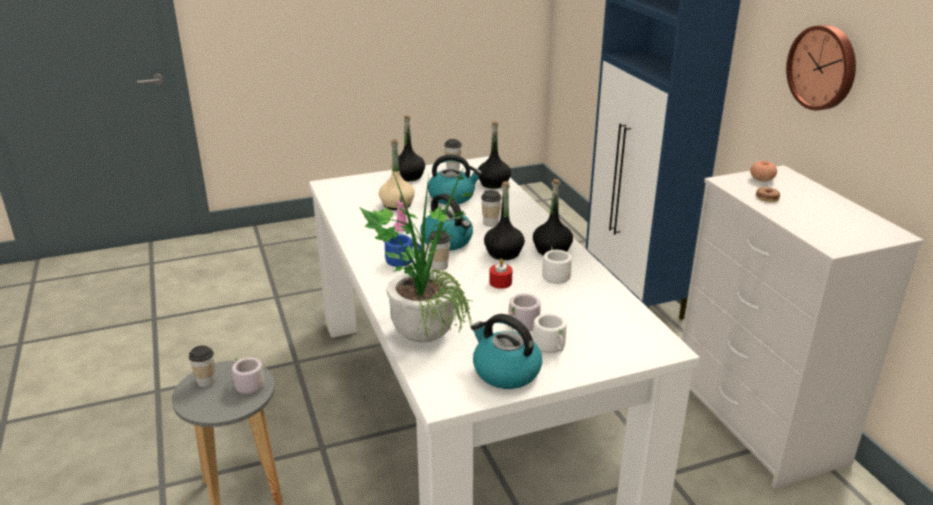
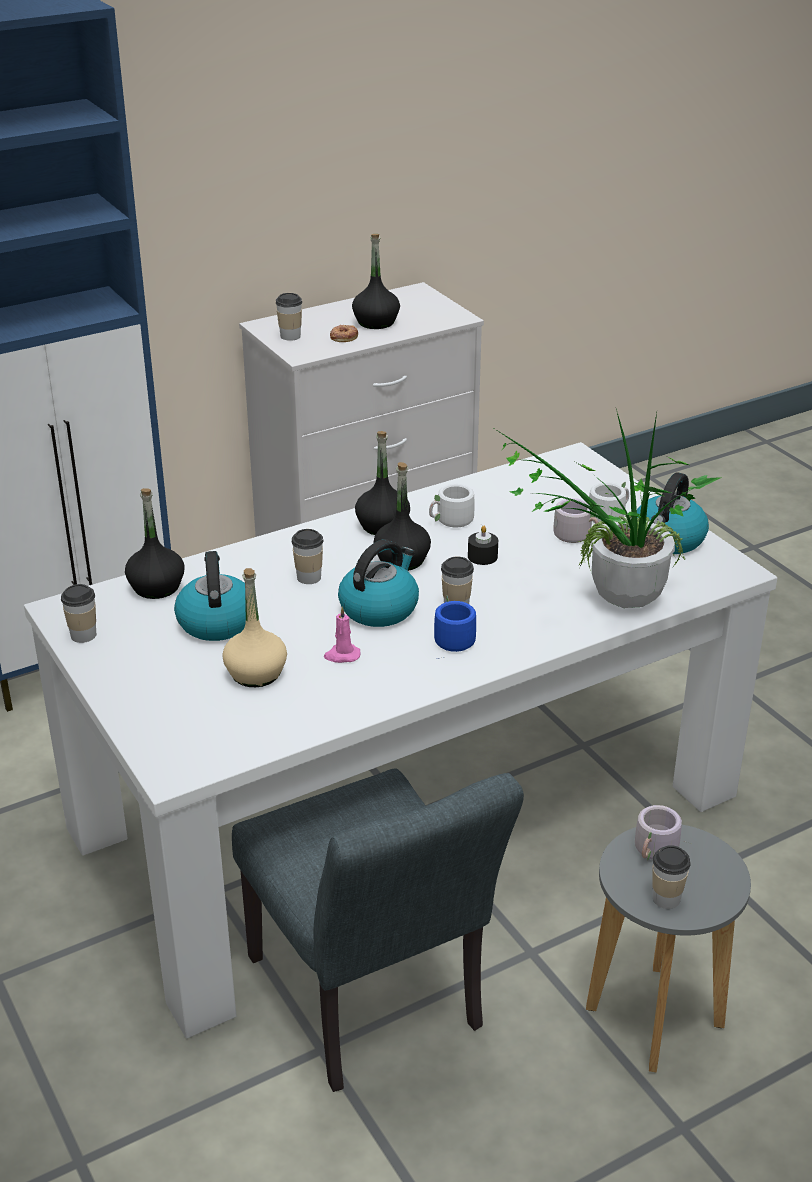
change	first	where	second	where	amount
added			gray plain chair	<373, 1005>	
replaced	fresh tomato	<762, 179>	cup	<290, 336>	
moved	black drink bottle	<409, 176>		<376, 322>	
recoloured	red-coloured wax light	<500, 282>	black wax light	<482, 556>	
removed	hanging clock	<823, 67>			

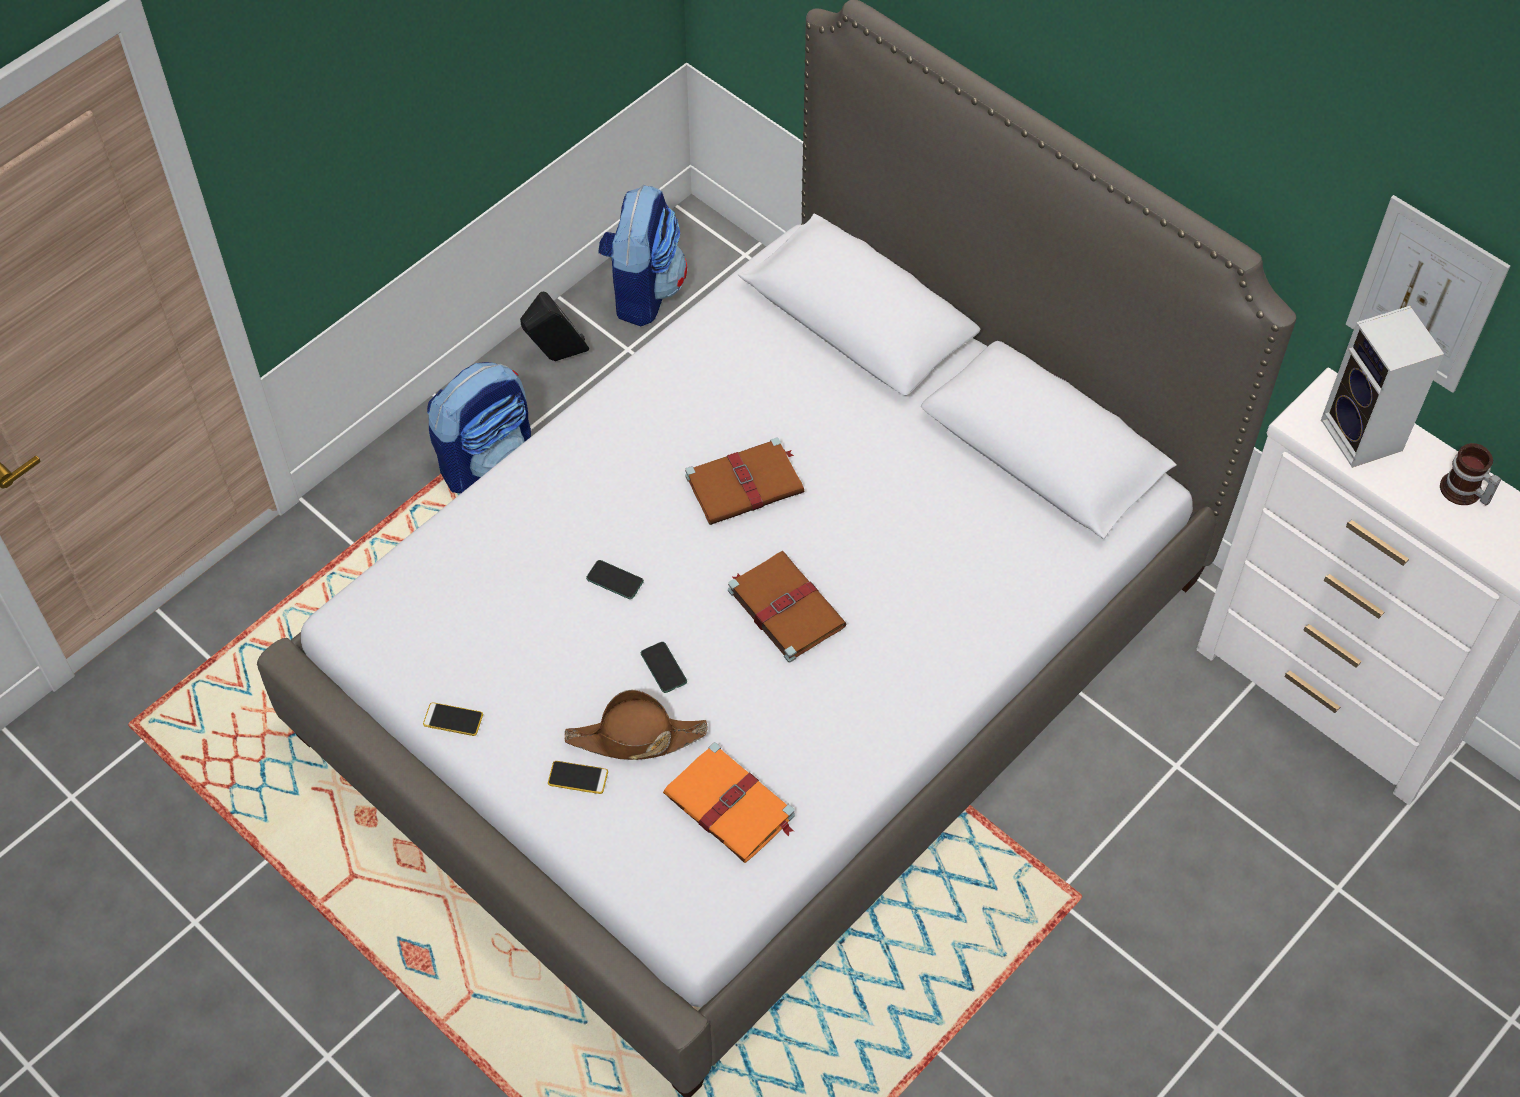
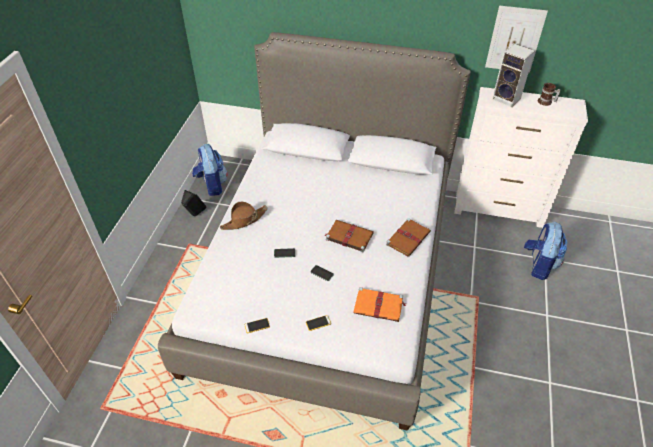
change	first	where	second	where	amount
moved	brown-coloured wearable hat	<635, 738>		<244, 220>	
moved	brown-coloured volume	<746, 484>		<408, 238>	
moved	rucksack	<487, 460>		<539, 265>	

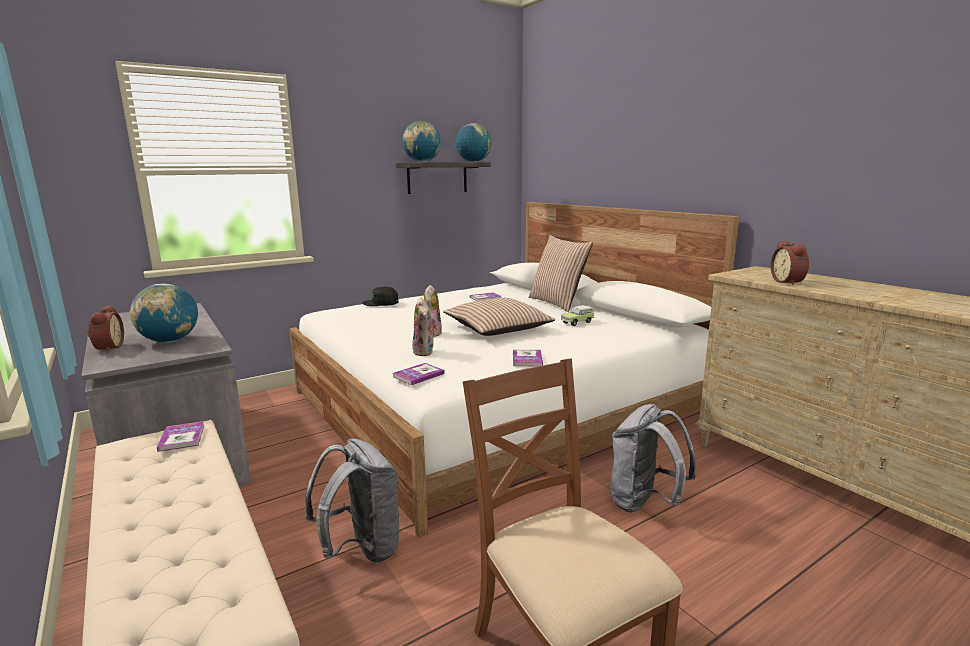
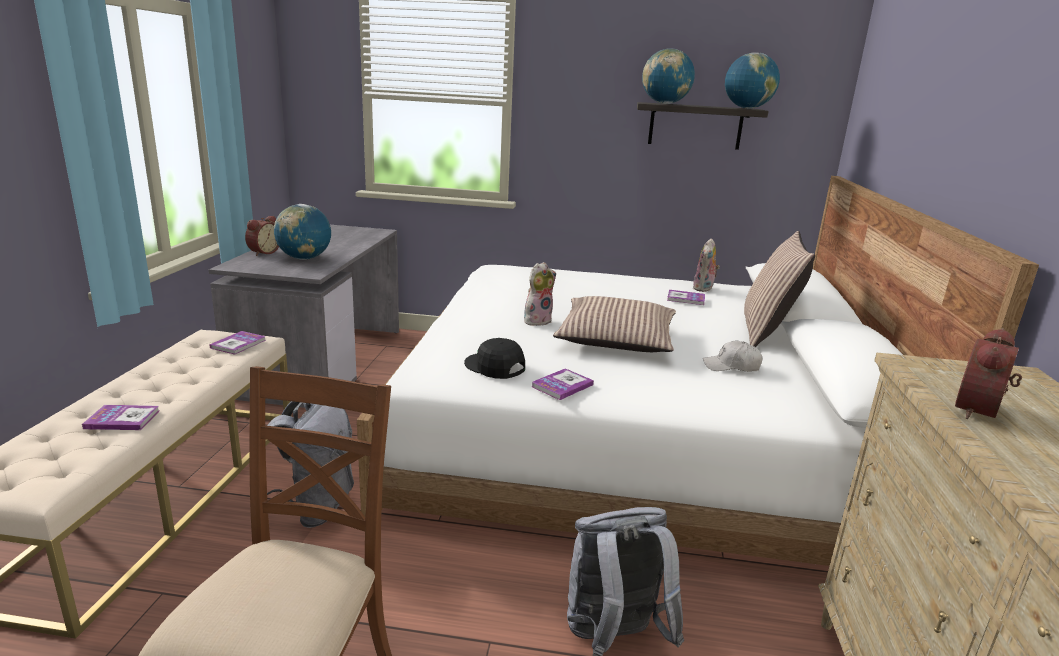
change	first	where	second	where	amount
moved	volume	<418, 375>		<122, 419>	
moved	black baseball cap	<381, 303>		<494, 366>	
moved	plush toy	<425, 352>		<704, 289>	
replaced	miniature car	<578, 322>	white baseball cap	<731, 366>	

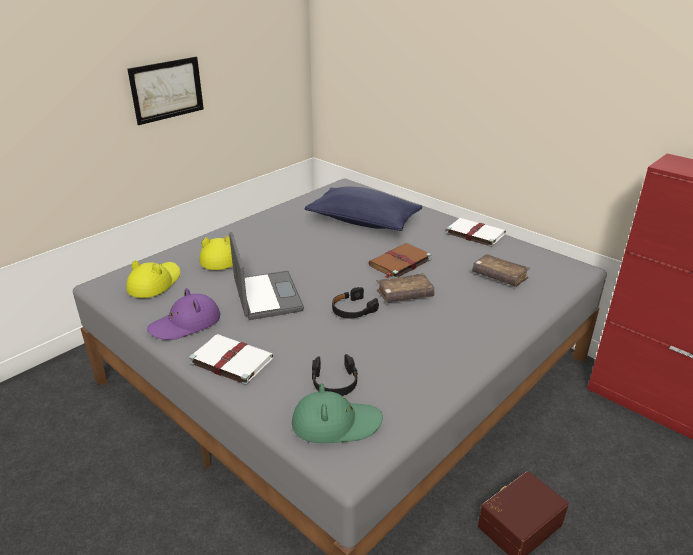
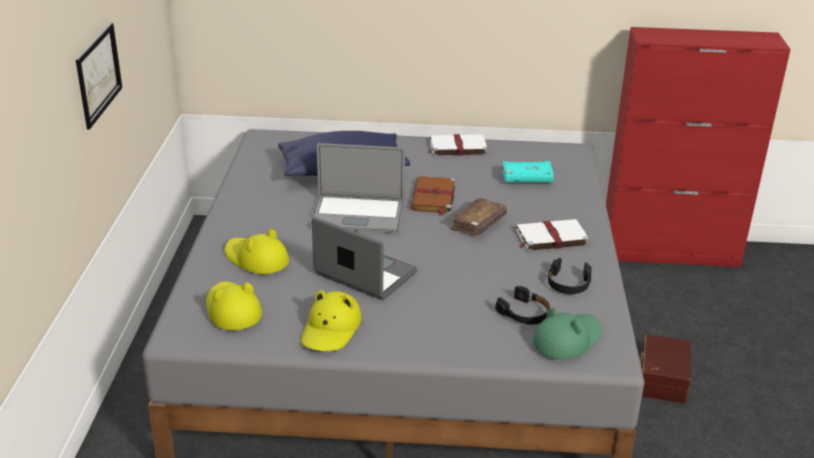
change	first	where	second	where	amount
recoloured	purplish wearable hat	<186, 324>	yellow-coloured wearable hat	<331, 329>	
added			laptop	<357, 215>	
recoloured	brown-coloured volume	<499, 276>	turquoise-coloured volume	<527, 179>	
moved	white volume	<230, 360>		<550, 237>	
moved	black headset	<353, 309>		<568, 283>	

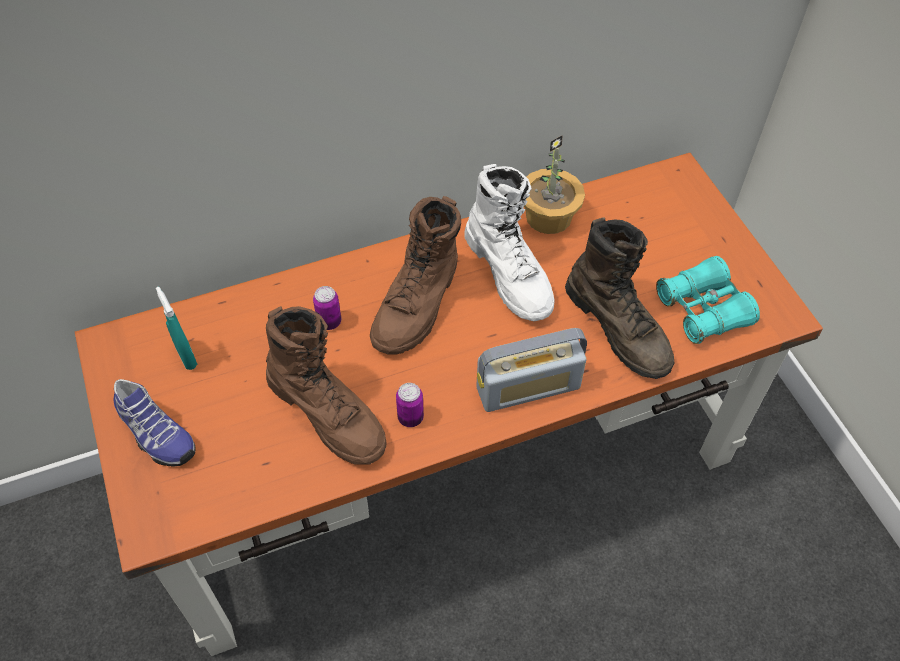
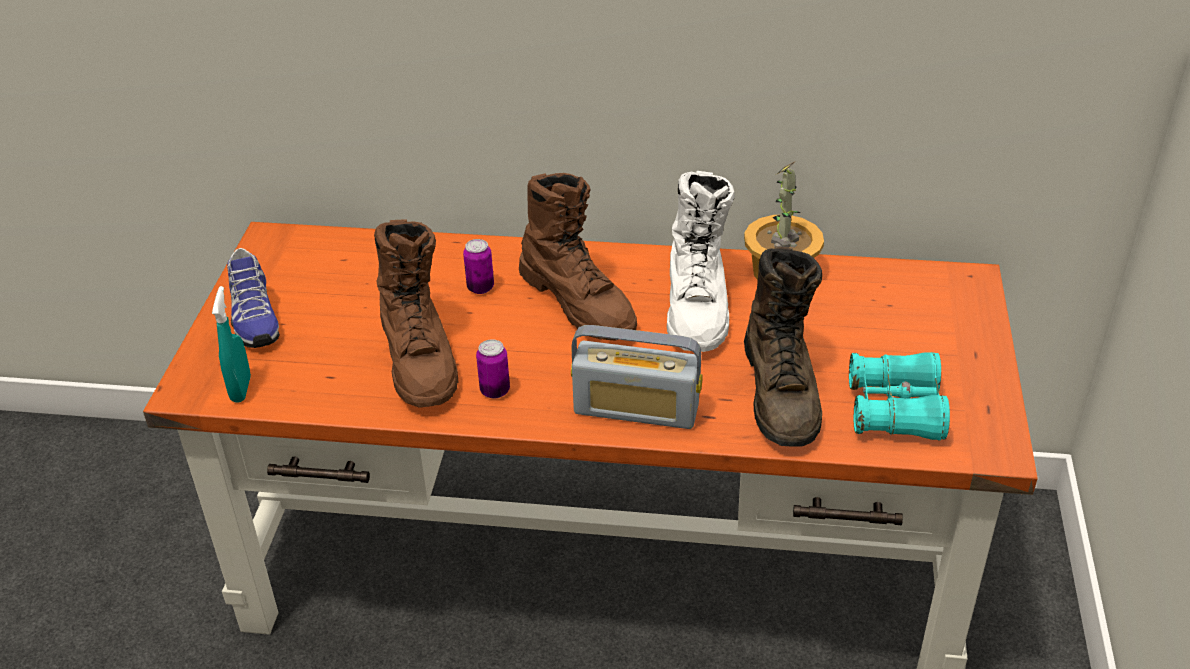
change	first	where	second	where	amount
moved	turquoise-coloured hand sprayer	<186, 357>		<241, 389>	
turned	brown-coloured boot	<418, 305>		<579, 303>	90 degrees counterclockwise

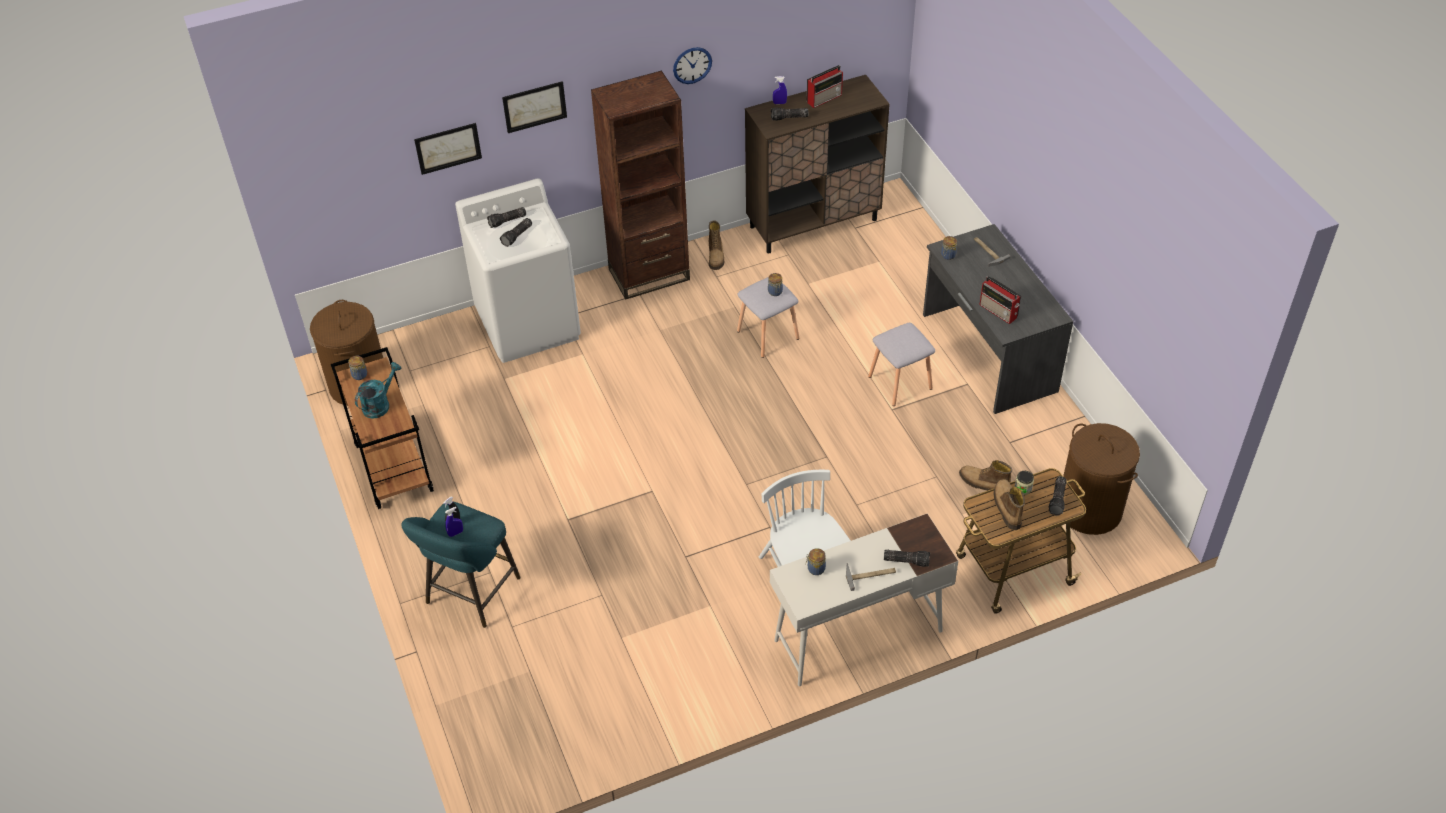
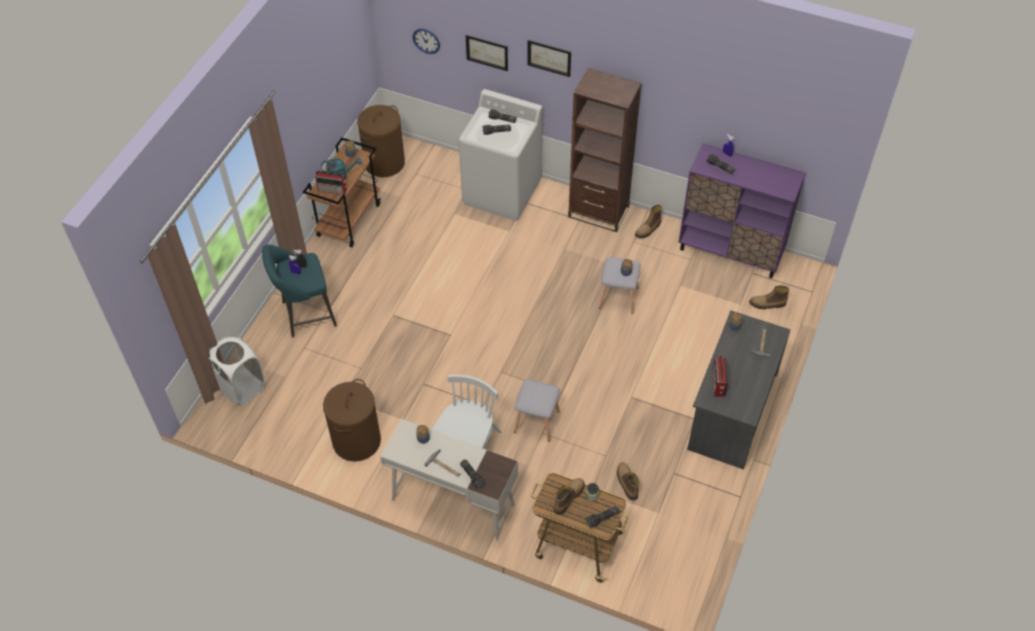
change	first	where	second	where	amount
added			white laundry basket	<241, 387>	
moved	radio	<825, 98>		<333, 190>	
moved	brown-coloured laundry basket	<1090, 510>		<357, 441>	
moved	hanging clock	<692, 65>		<426, 41>	
moved	gray sitting stool	<899, 382>		<536, 421>	
recoloured	brown-coloured cupboard	<814, 223>	purplish cupboard	<731, 251>	
added			boot	<767, 304>	

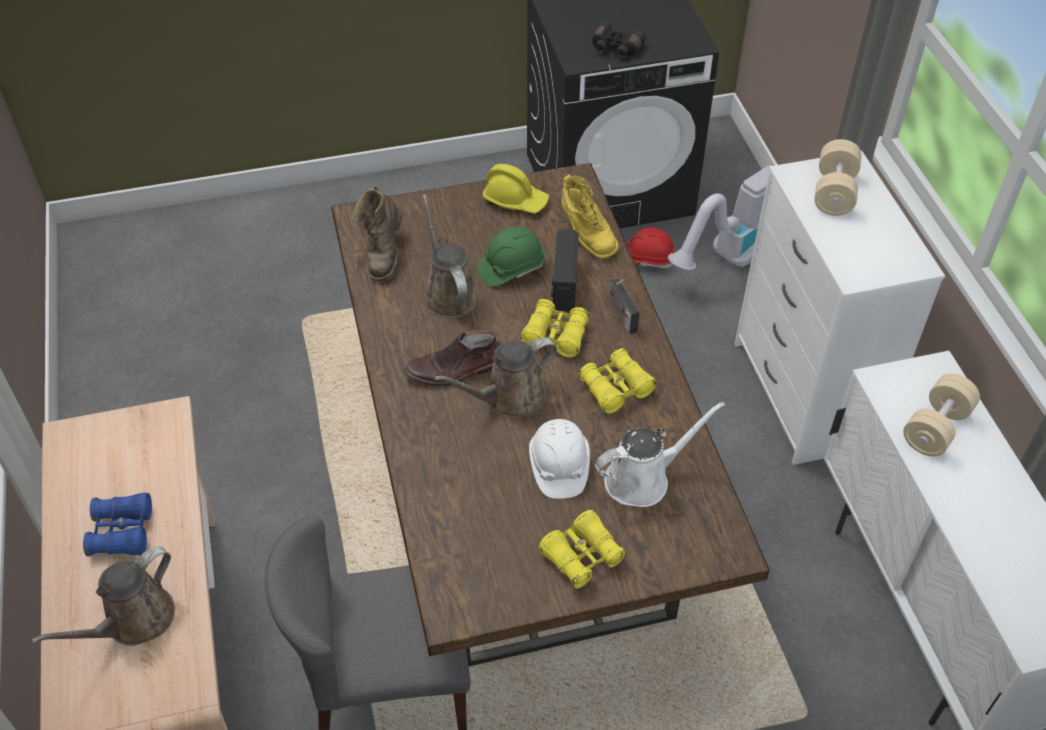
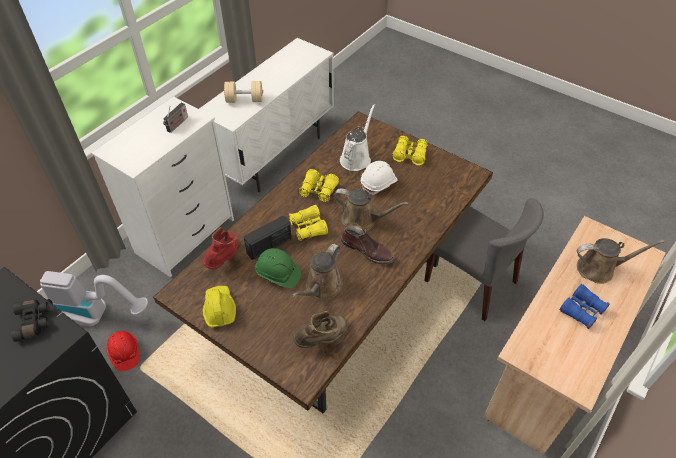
change	first	where	second	where	amount
moved	radio	<621, 314>		<177, 125>	
recoloured	yellow-coloured boot	<585, 236>	red-coloured boot	<224, 259>	
turned	white watering pot	<643, 479>		<356, 158>	90 degrees clockwise
removed	beige-coloured dumbbell	<834, 192>			

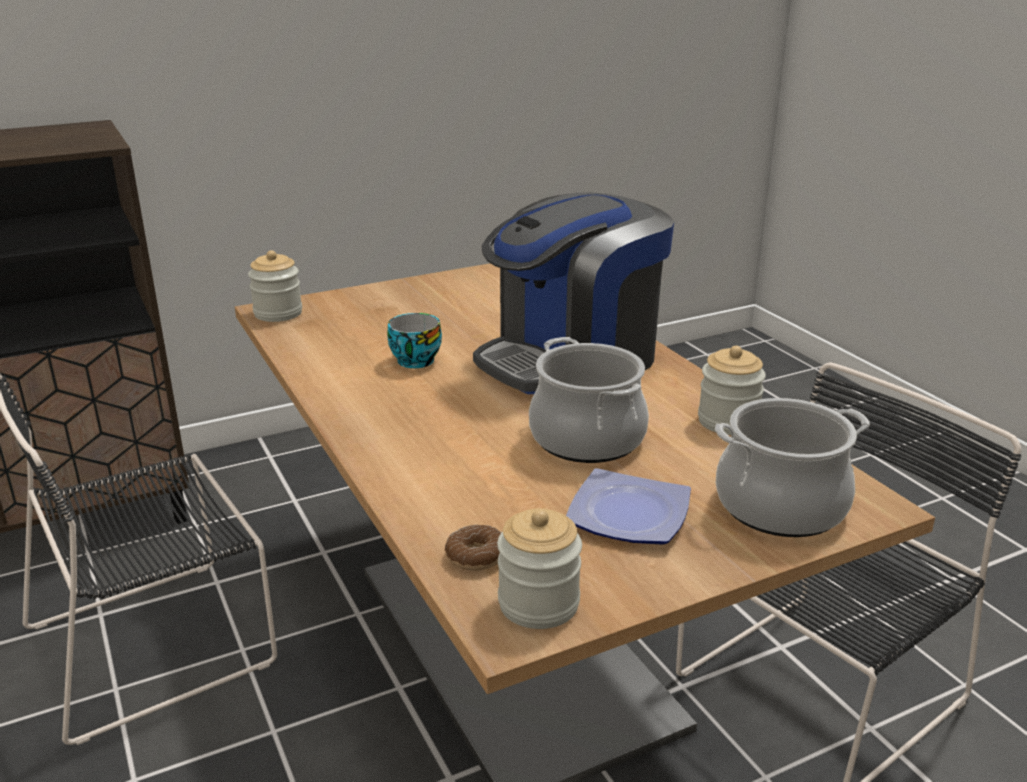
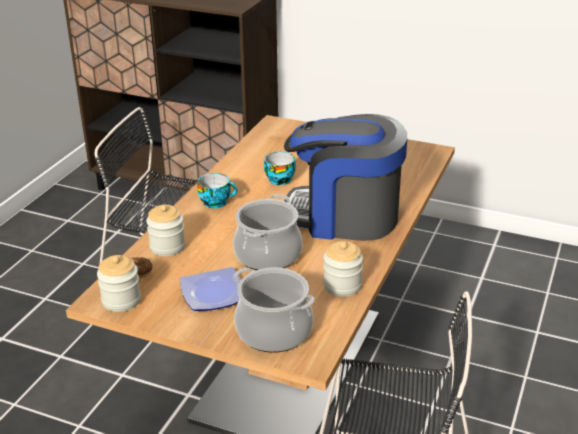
change	first	where	second	where	amount
moved	preserve jar	<278, 313>		<167, 247>	
added			cup	<216, 202>	

